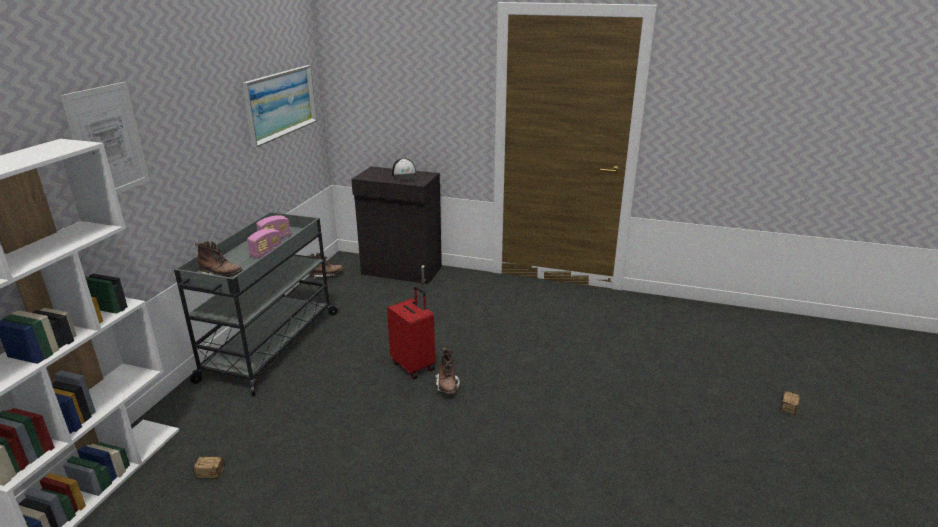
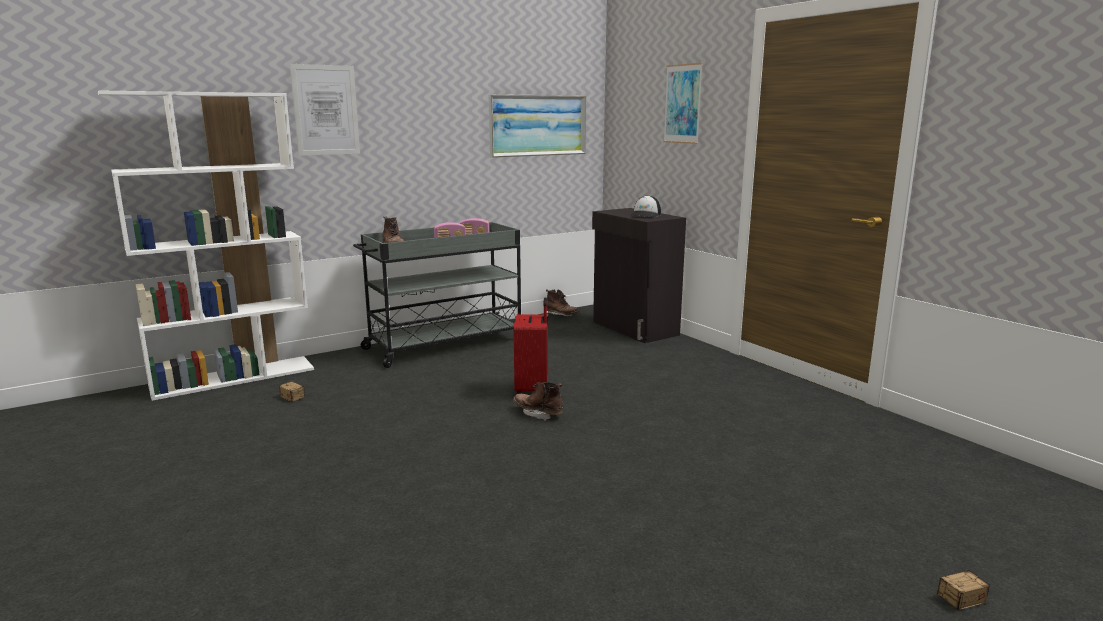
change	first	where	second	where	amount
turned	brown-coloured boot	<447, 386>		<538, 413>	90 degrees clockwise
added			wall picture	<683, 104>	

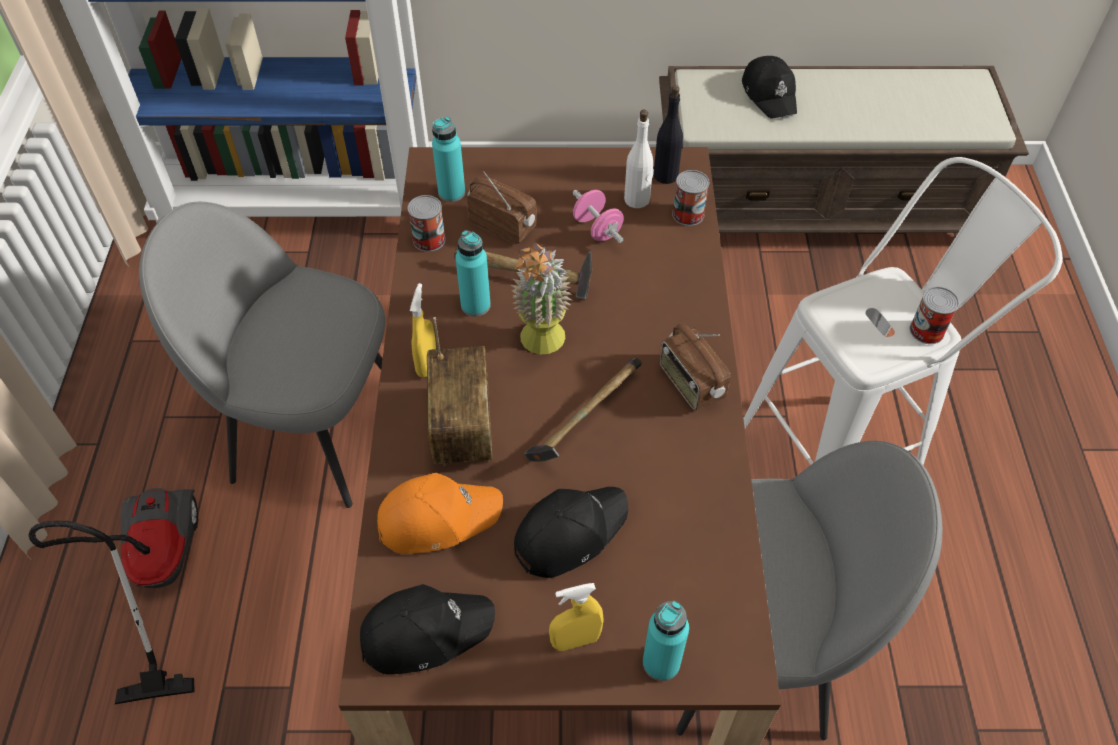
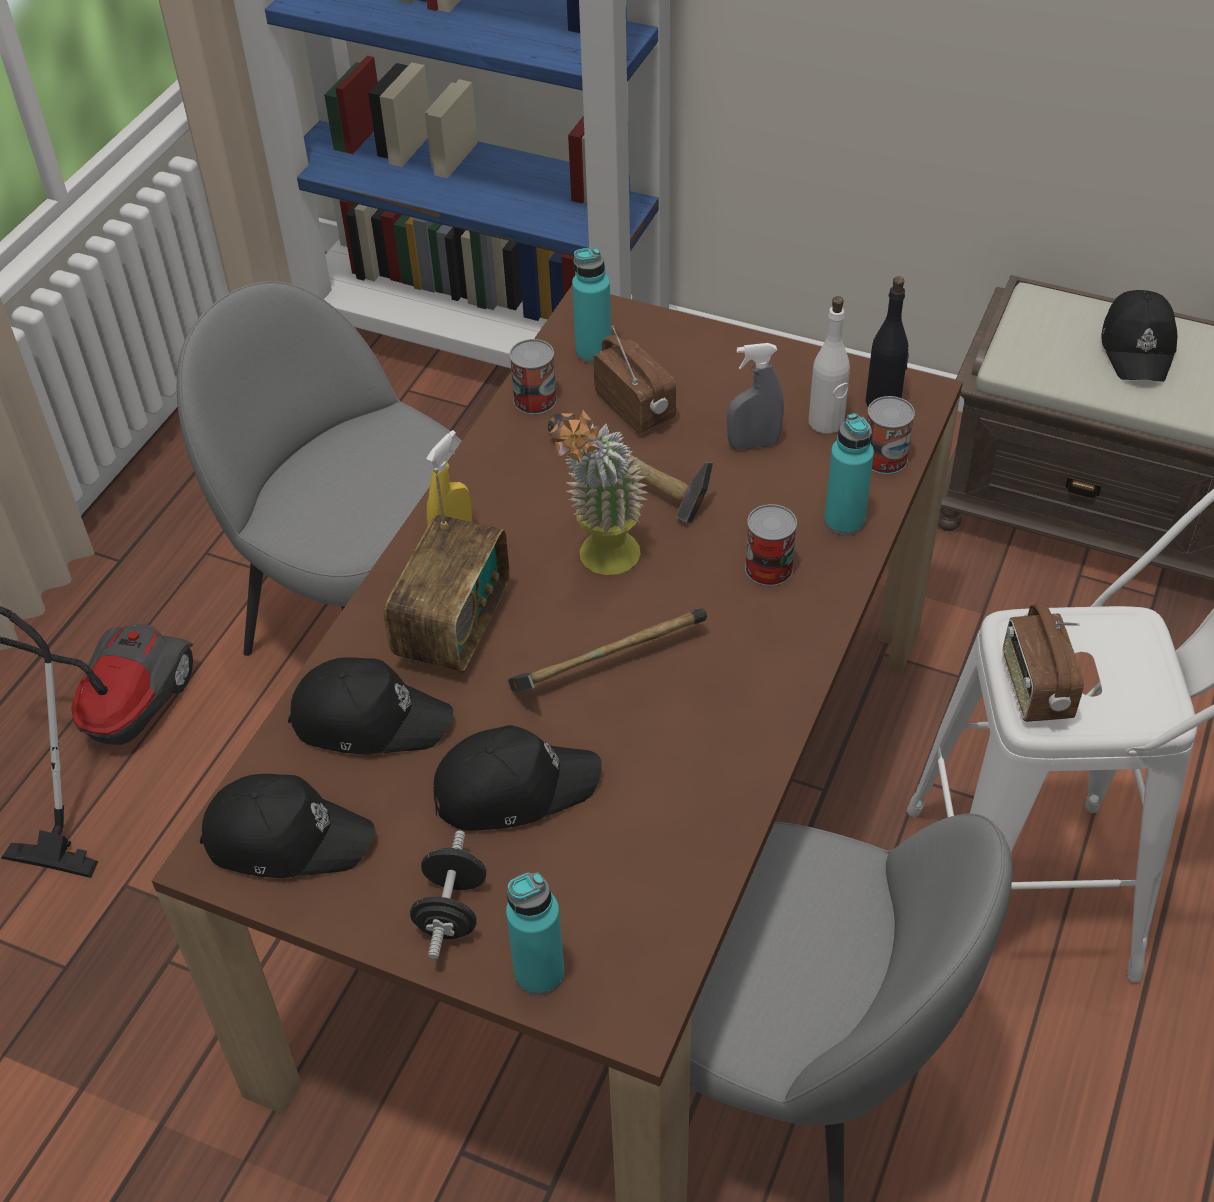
change	first	where	second	where	amount
recoloured	orangey baseball cap	<437, 517>	black baseball cap	<369, 718>	
replaced	yellow-coloured hand sprayer	<575, 640>	black dumbbell	<451, 910>	
replaced	pink-coloured dumbbell	<597, 229>	gray hand sprayer	<753, 444>	
moved	metal can	<926, 331>		<768, 568>	
moved	turquoise-coloured drink bottle	<475, 305>		<844, 521>	
moved	radio	<690, 383>		<1034, 688>	

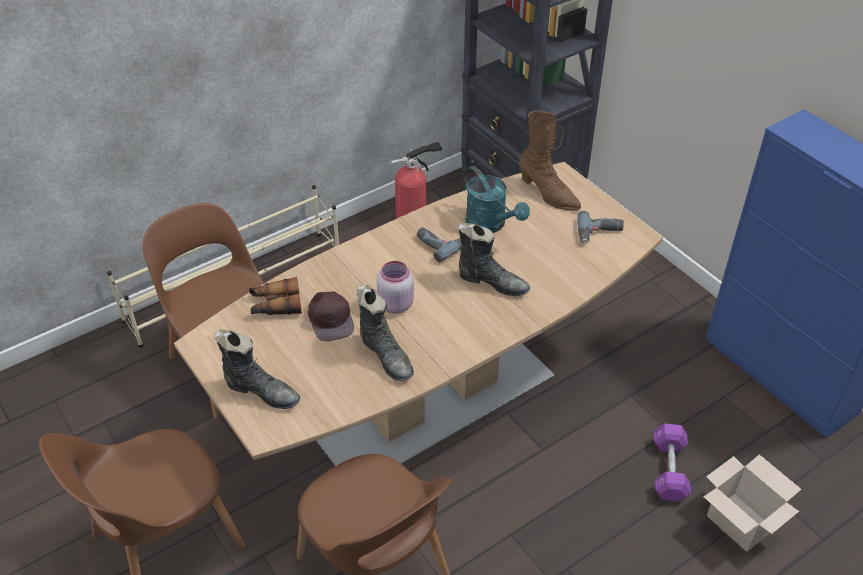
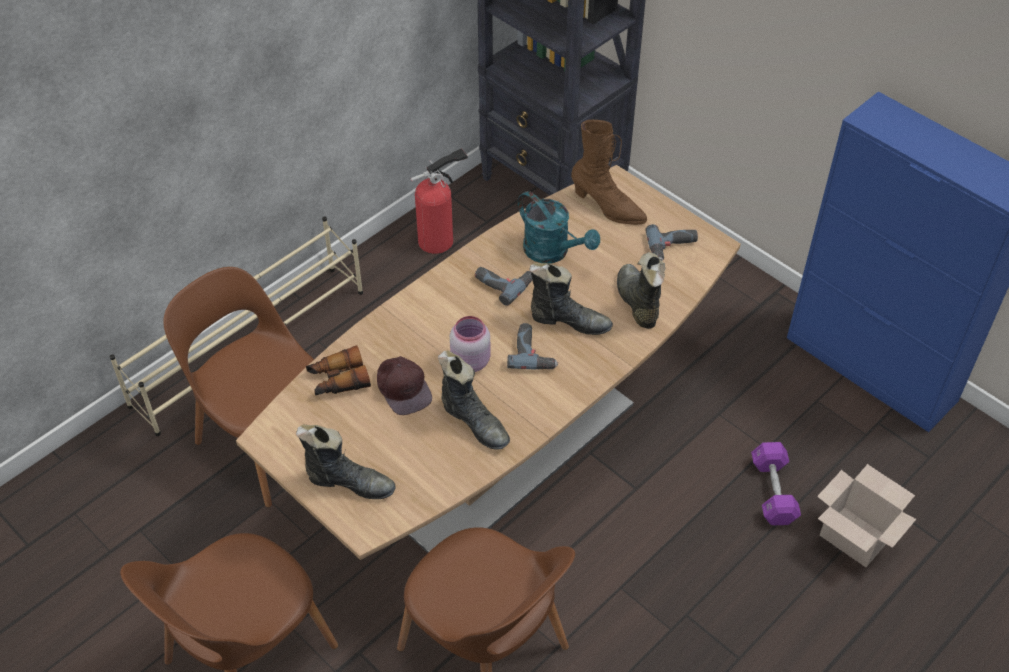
change	first	where	second	where	amount
added			drill	<533, 352>	
added			black boot	<637, 302>	

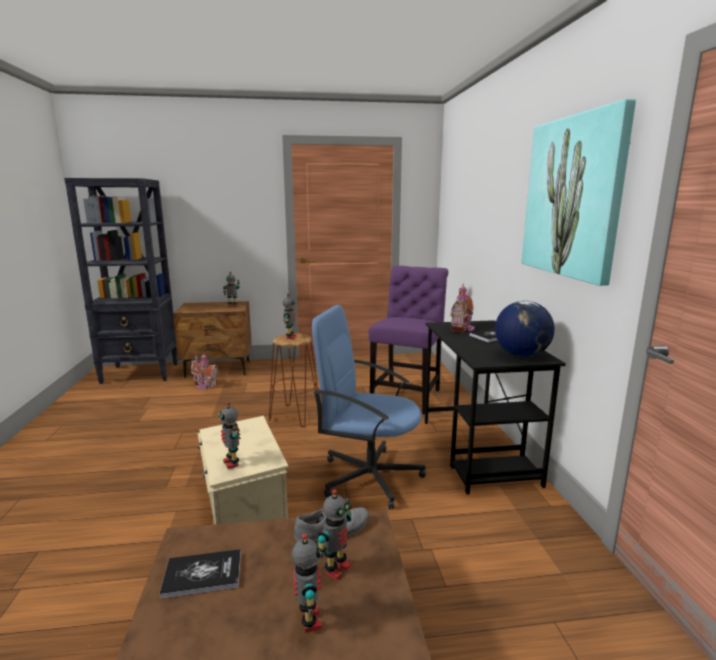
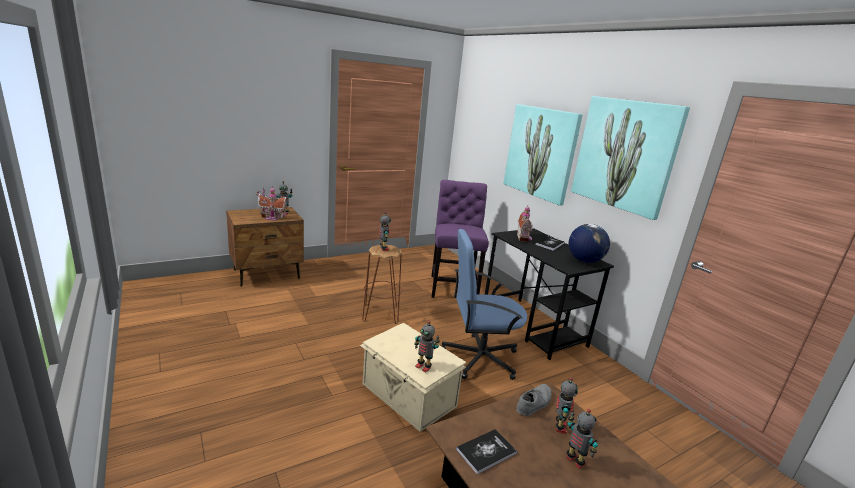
change	first	where	second	where	amount
moved	miniature house	<204, 386>		<272, 218>	
added			wall picture	<541, 152>	
removed	black bookshelf	<141, 373>			

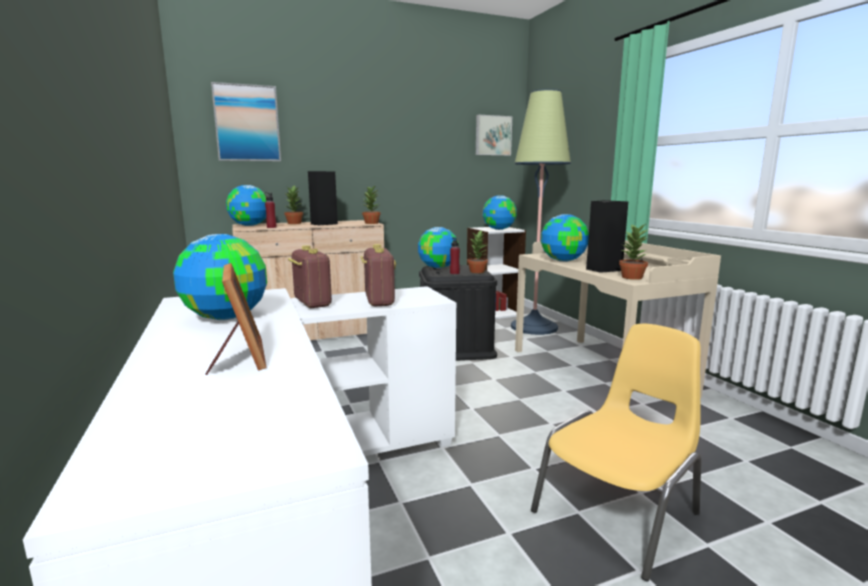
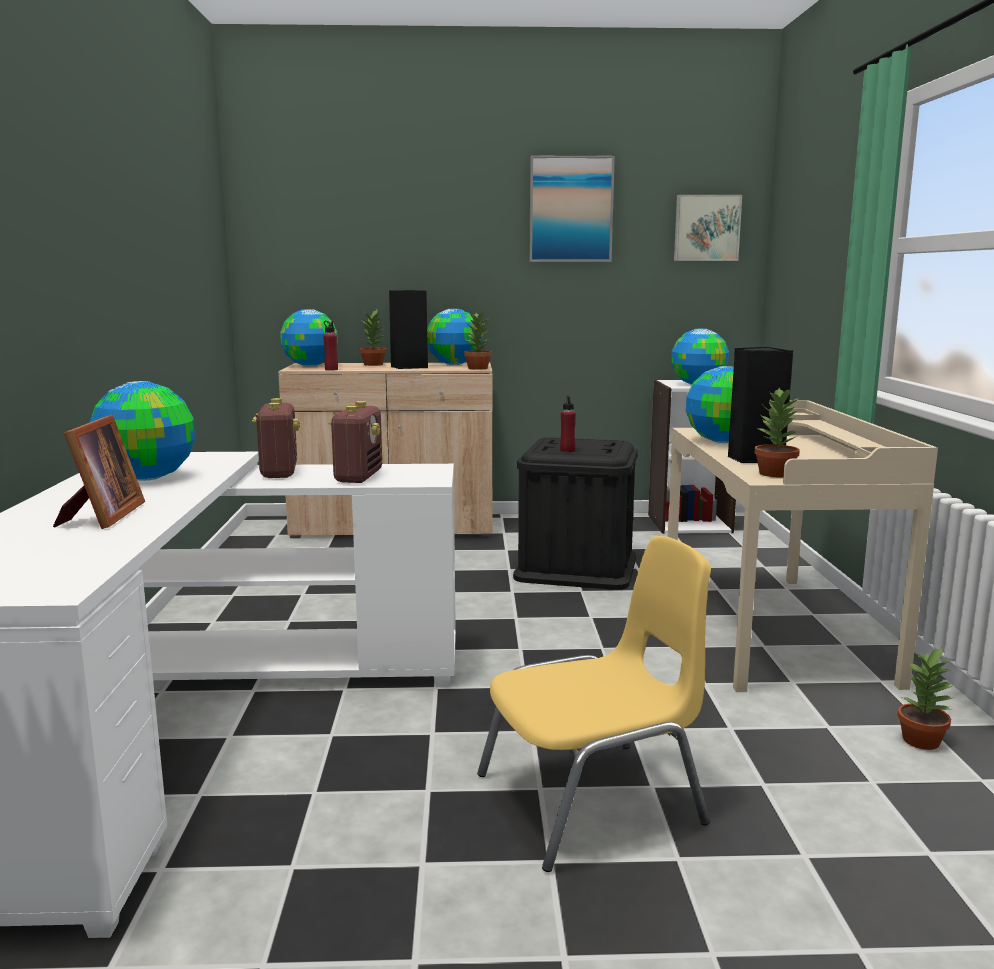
change	first	where	second	where	amount
moved	world globe	<438, 267>		<454, 364>	
moved	wall picture	<247, 123>		<571, 209>	
moved	houseplant	<477, 272>		<922, 741>	
removed	standing lamp	<534, 327>			

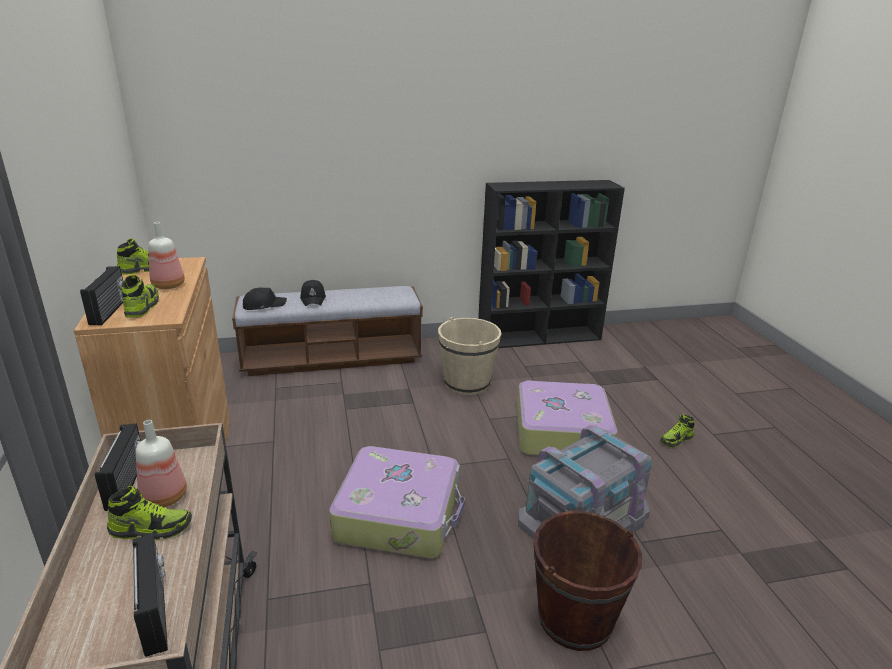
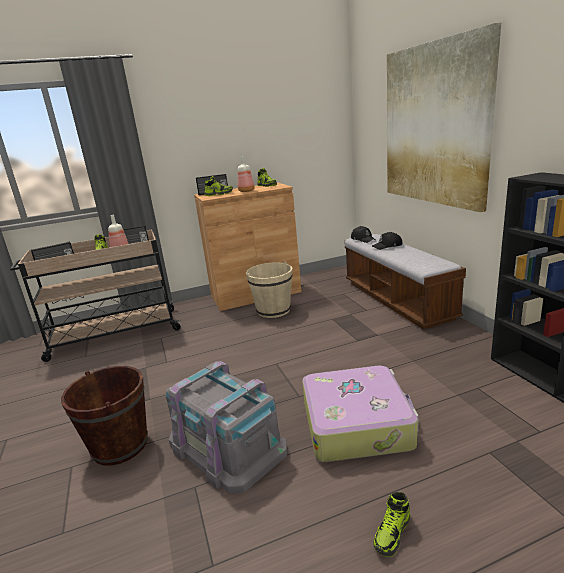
change	first	where	second	where	amount
moved	beige-coloured bucket	<467, 383>		<273, 310>	
turned	item of footwear	<676, 440>		<392, 533>	105 degrees counterclockwise
added			wall picture	<435, 125>	
removed	suitcase	<399, 514>			

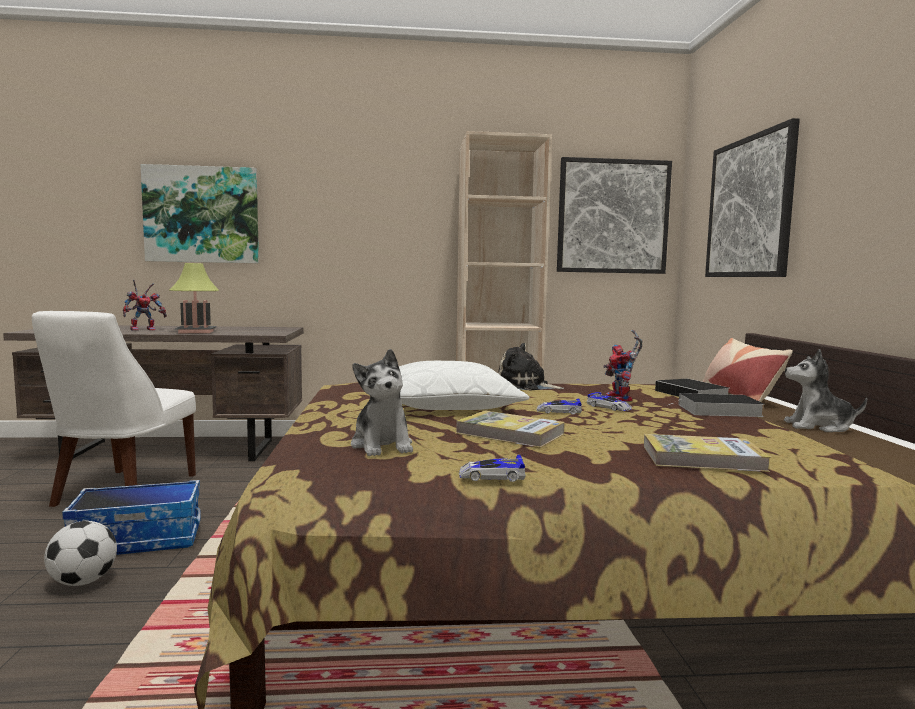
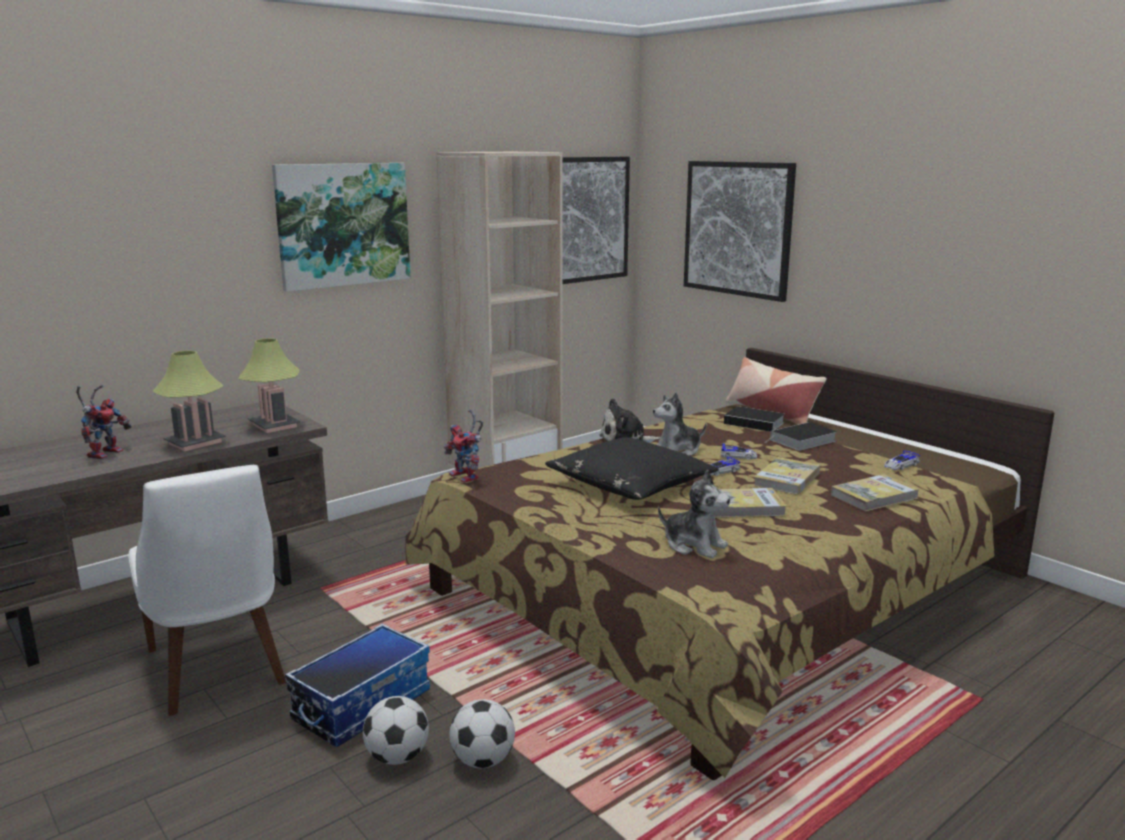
change	first	where	second	where	amount
added			table lamp	<274, 425>	
moved	wall picture	<202, 215>		<343, 224>	
moved	model robot	<622, 399>		<467, 477>	
added			ball for football	<483, 760>	
recoloured	white throw pillow	<449, 404>	black throw pillow	<631, 484>	
moved	plush toy	<819, 426>		<677, 451>	
added			volume	<787, 479>	
moved	miniature car	<491, 476>		<900, 465>	

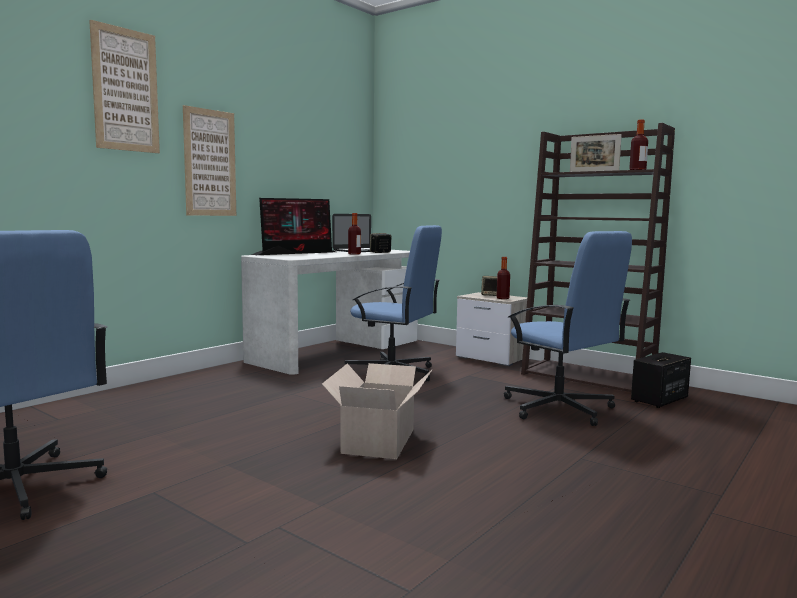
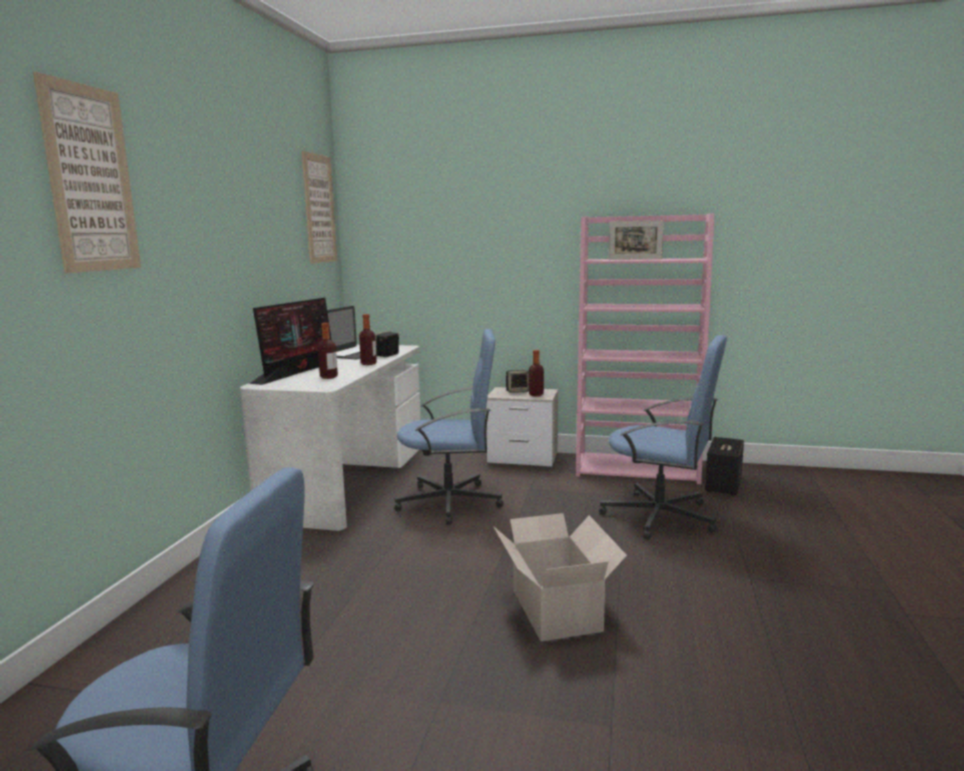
change	first	where	second	where	amount
moved	wall picture	<210, 163>		<319, 209>	
moved	drink bottle	<637, 170>		<328, 377>	
recoloured	brown-coloured bookshelf	<589, 378>	pink-coloured bookshelf	<638, 468>	

